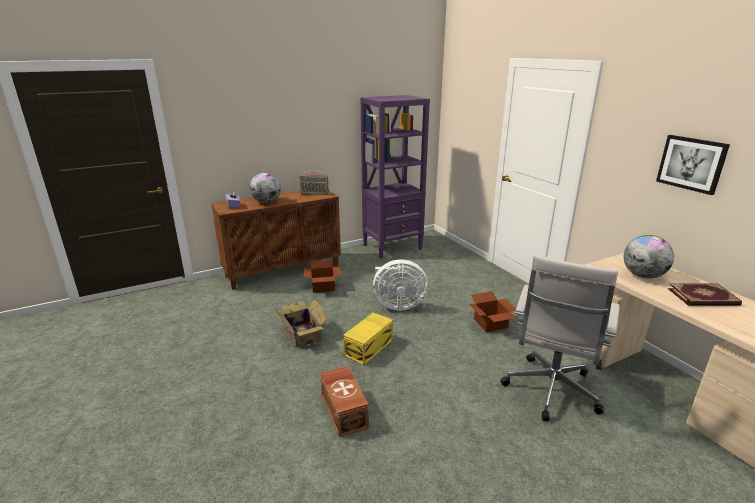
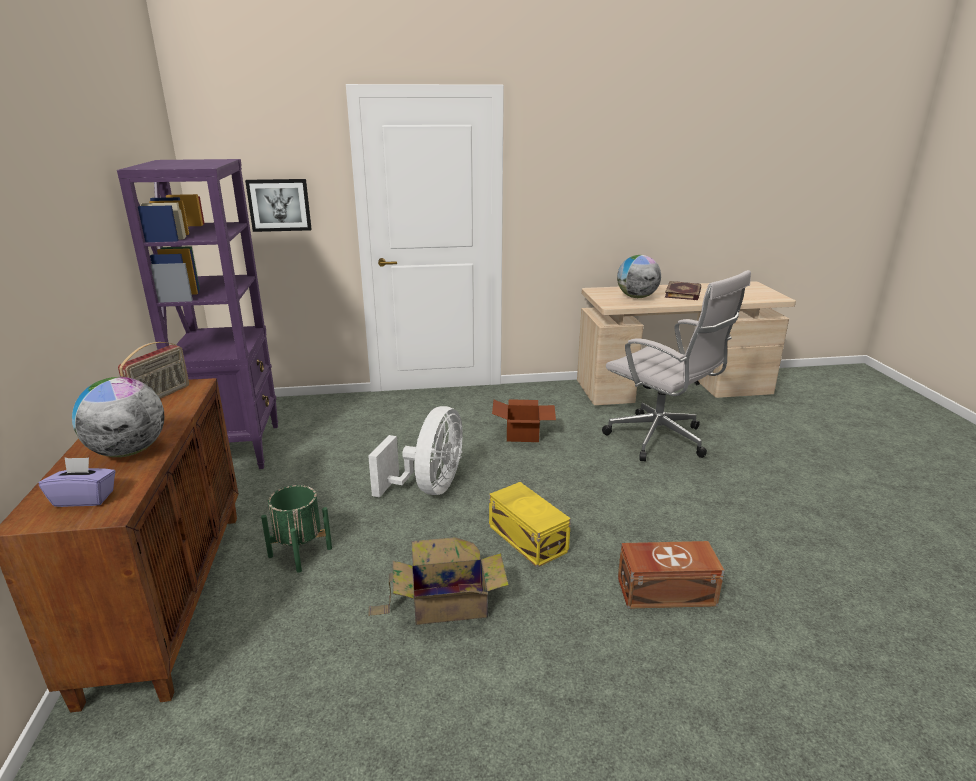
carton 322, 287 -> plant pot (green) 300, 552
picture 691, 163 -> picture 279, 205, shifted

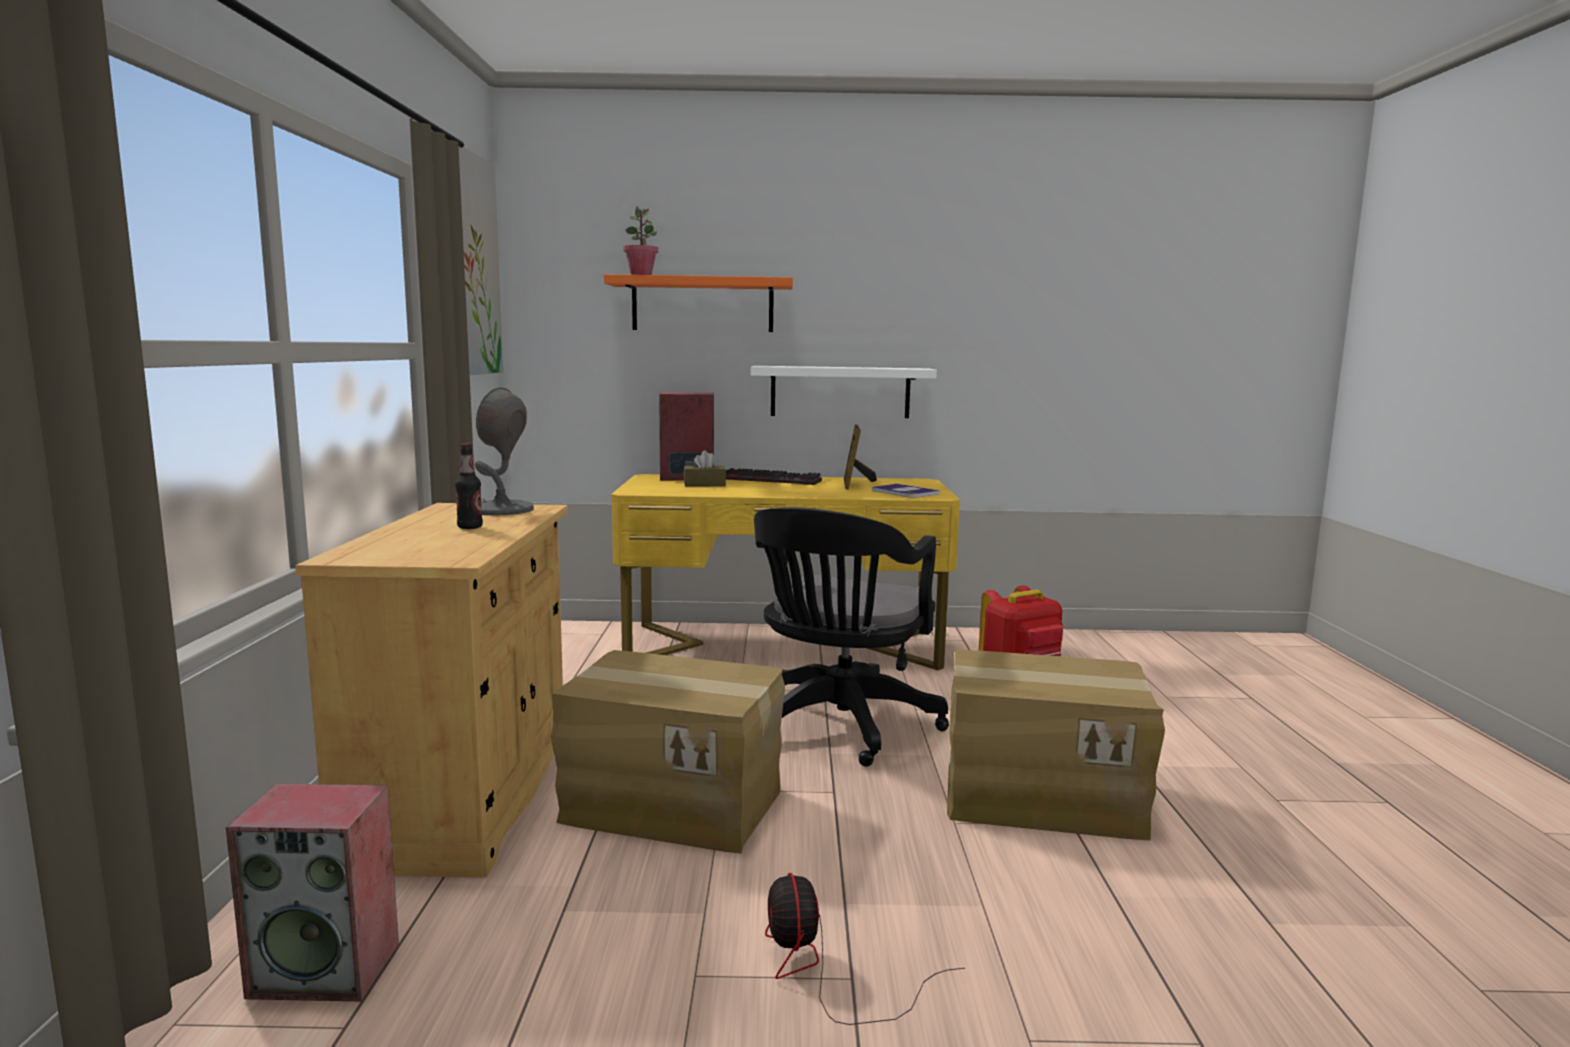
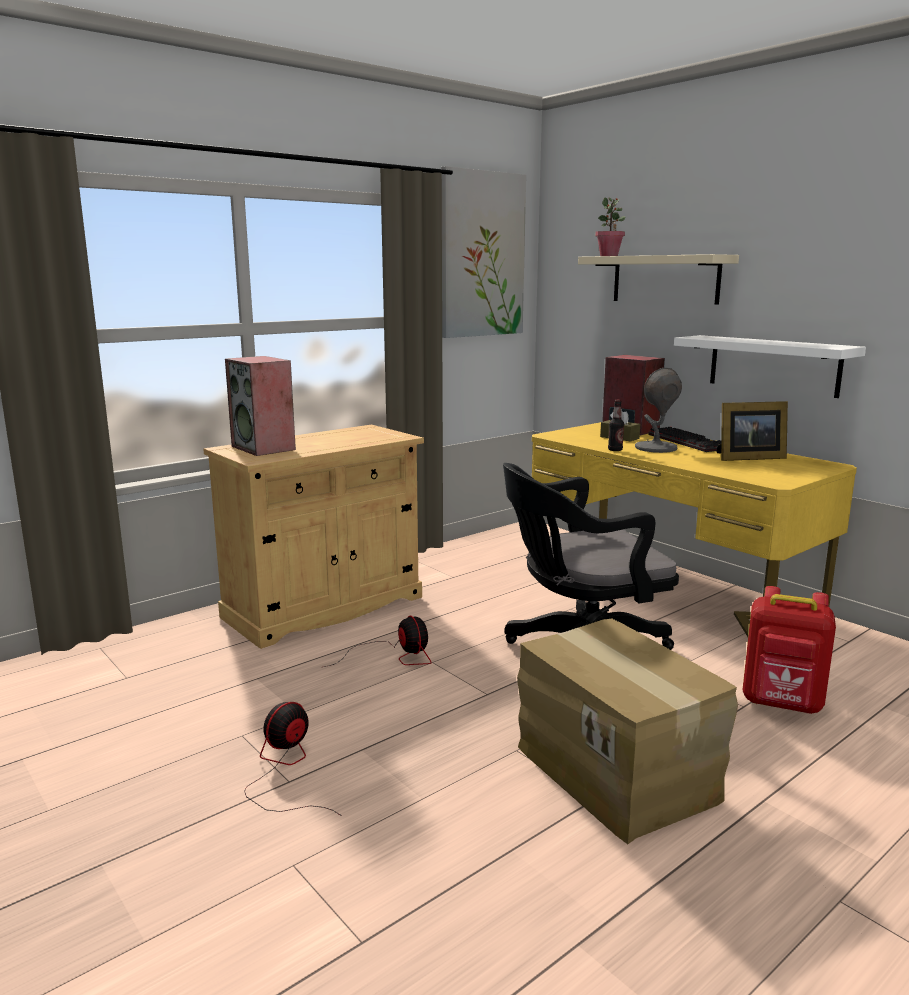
speaker 328, 969 -> speaker 264, 448, shifted
beverage bottle 470, 527 -> beverage bottle 615, 450, shifted
table lamp (gray) 501, 510 -> table lamp (gray) 655, 448, shifted
carton 674, 803 -> fan 394, 656
wall shelf (orange) 702, 305 -> wall shelf (beige-coloured) 665, 279
picture frame 855, 484 -> picture frame 747, 457, 150 degrees counterclockwise
bound book 904, 492 -> none

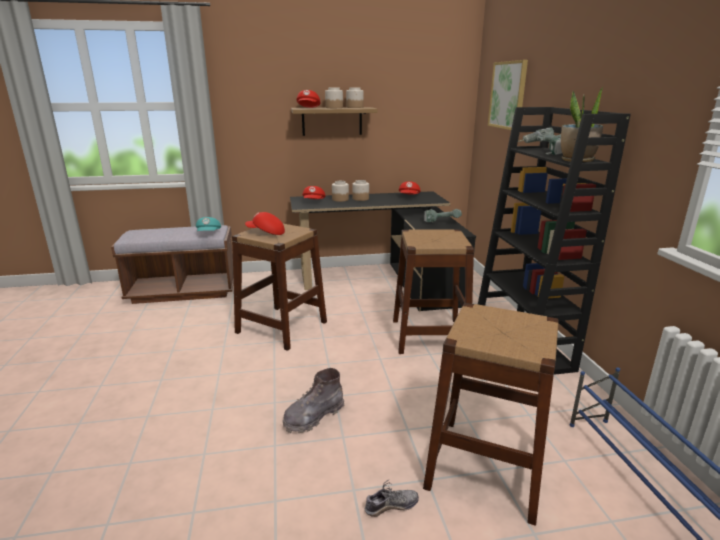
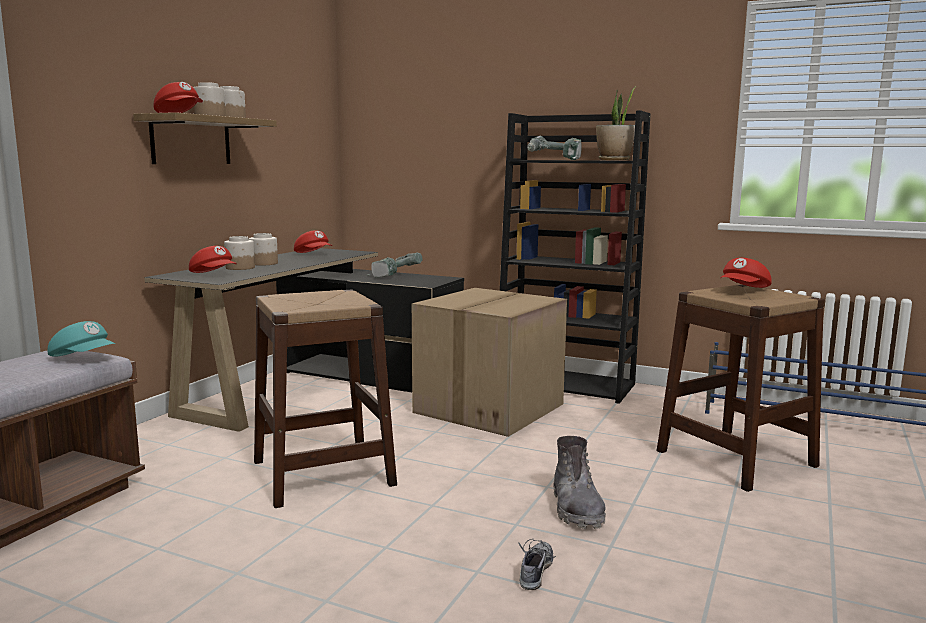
baseball cap (reddish) 266, 233 -> baseball cap (reddish) 744, 290, shifted
shoe 391, 506 -> shoe 535, 571, shifted
stool (brown-coloured) 429, 336 -> carton 489, 409
picture 508, 95 -> none

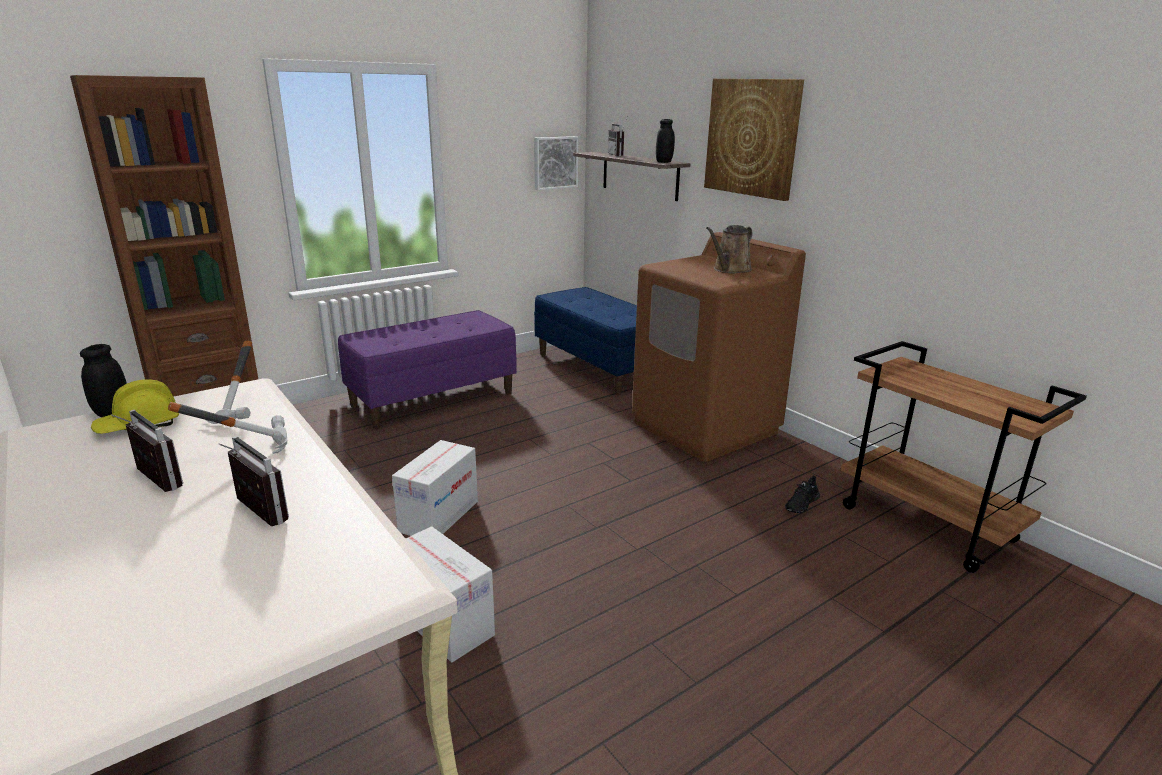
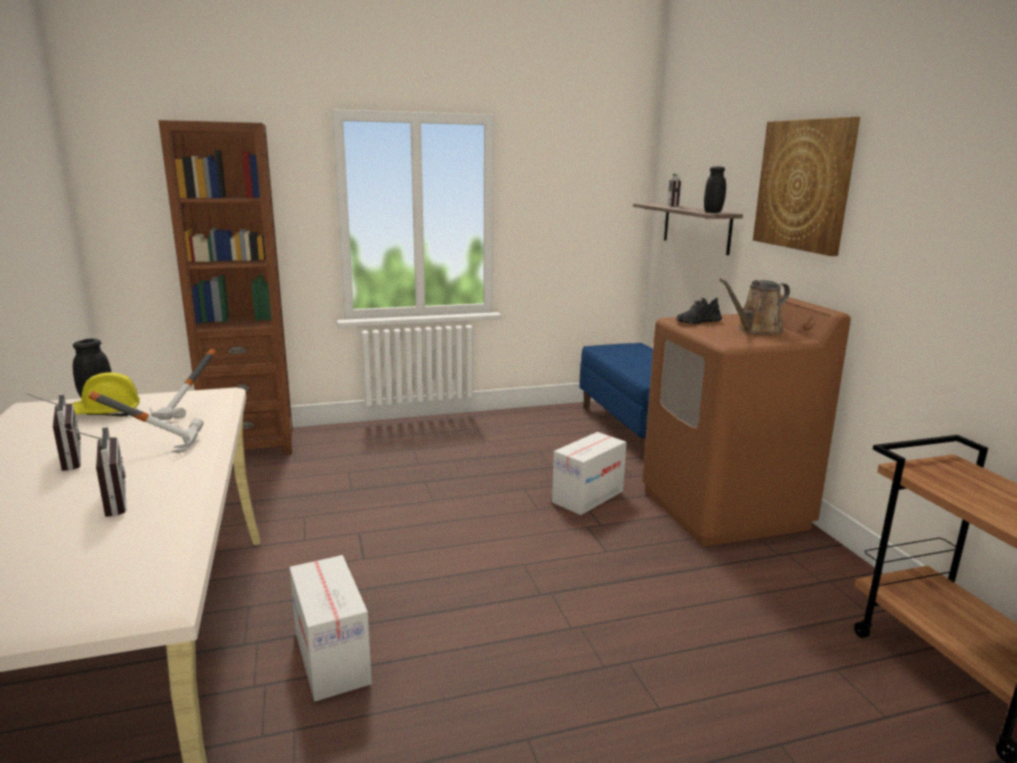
long seat (purplish) 433, 399 -> none
carton 439, 516 -> carton 588, 497, shifted
picture 554, 162 -> none
shoe (black) 801, 503 -> shoe (black) 698, 321, shifted

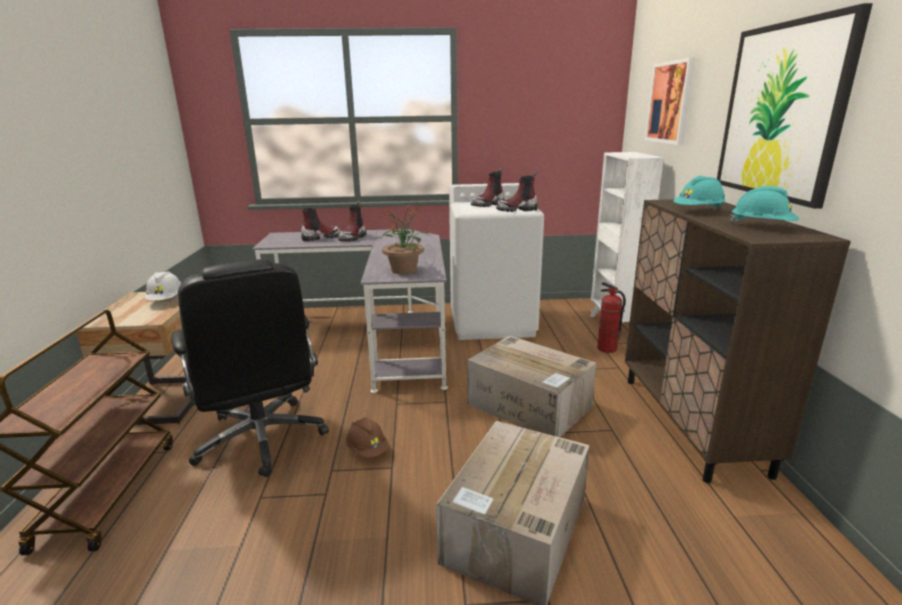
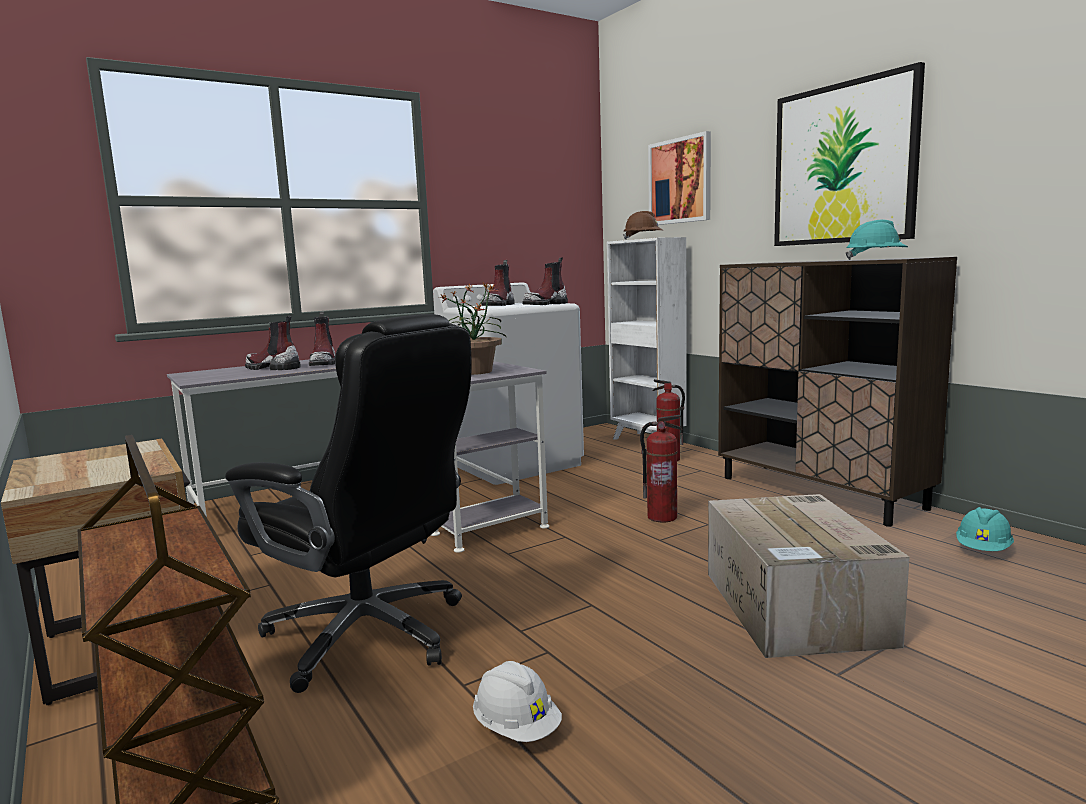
work helmet (white) 166, 300 -> work helmet (white) 516, 728, shifted
high-top boot 321, 238 -> high-top boot 272, 368, 105 degrees counterclockwise
work helmet (brown-coloured) 367, 450 -> work helmet (brown-coloured) 643, 239, shifted
carton 530, 406 -> fire extinguisher 662, 517
work helmet (turquoise) 698, 211 -> work helmet (turquoise) 983, 550, shifted

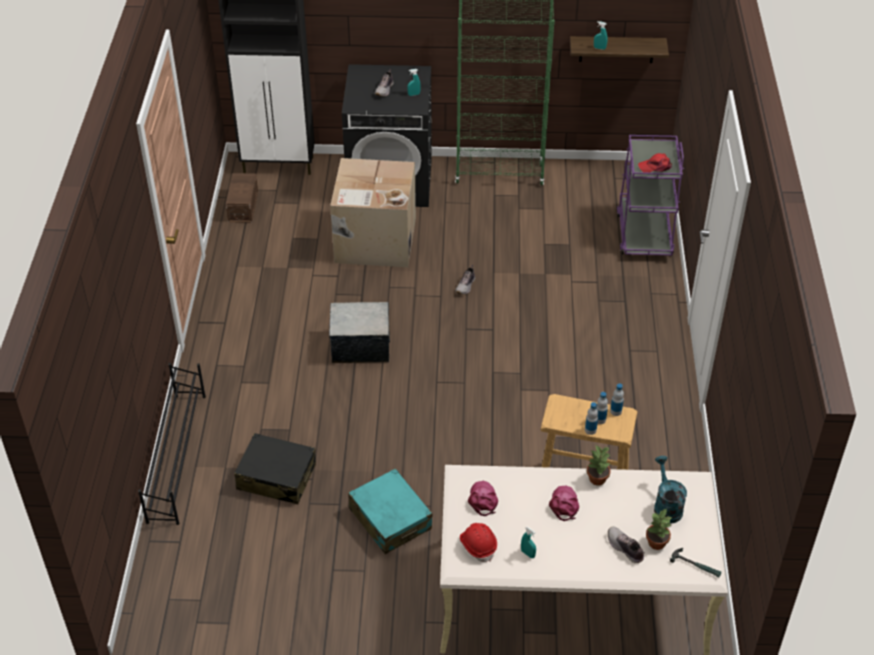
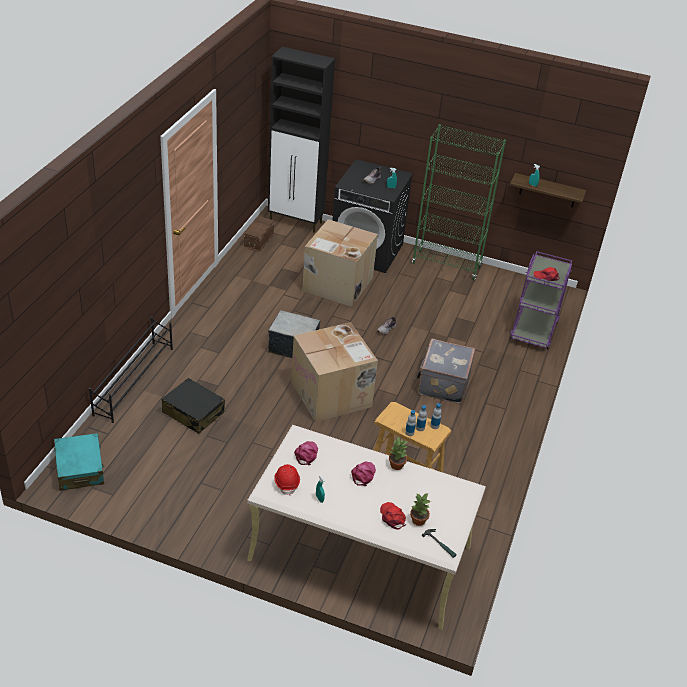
travel case (turquoise) 390, 519 -> travel case (turquoise) 80, 468, shifted
shoe 625, 548 -> baseball cap (reddish) 392, 517
sprinkling can (turquoise) 666, 505 -> none
none -> carton 332, 394
none -> travel case (gray) 442, 384

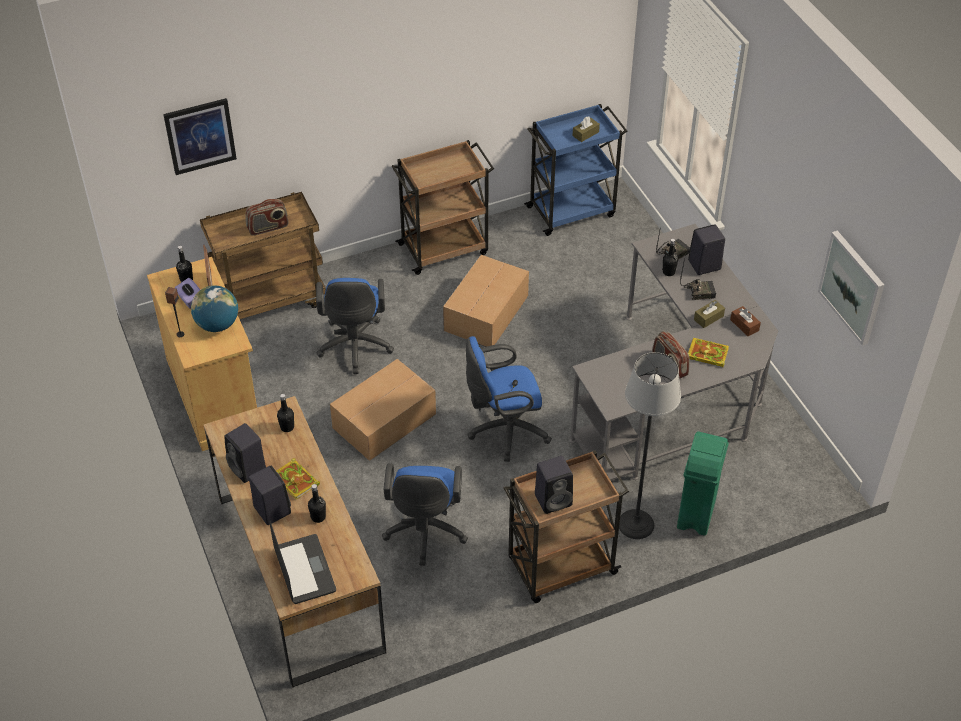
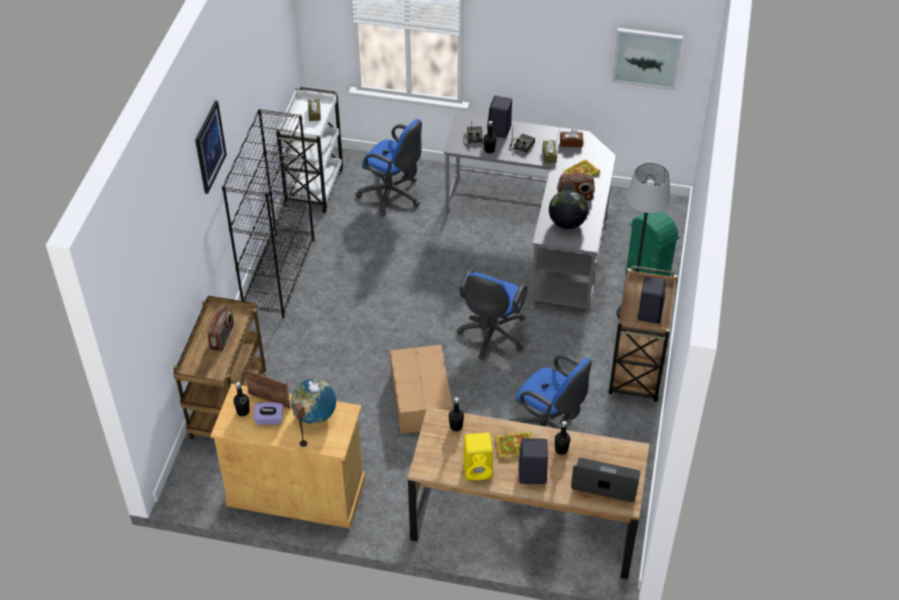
picture 200, 136 -> picture 209, 147, shifted
speaker (black) 248, 469 -> speaker (yellow) 479, 469
computer chair (blue-coloured) 355, 348 -> computer chair (blue-coloured) 393, 196, shifted
trolley (brown-coloured) 444, 248 -> shelving unit (black) 279, 274
carton 487, 312 -> none
trolley (blue-coloured) 572, 211 -> trolley (white) 314, 186
none -> globe 567, 223

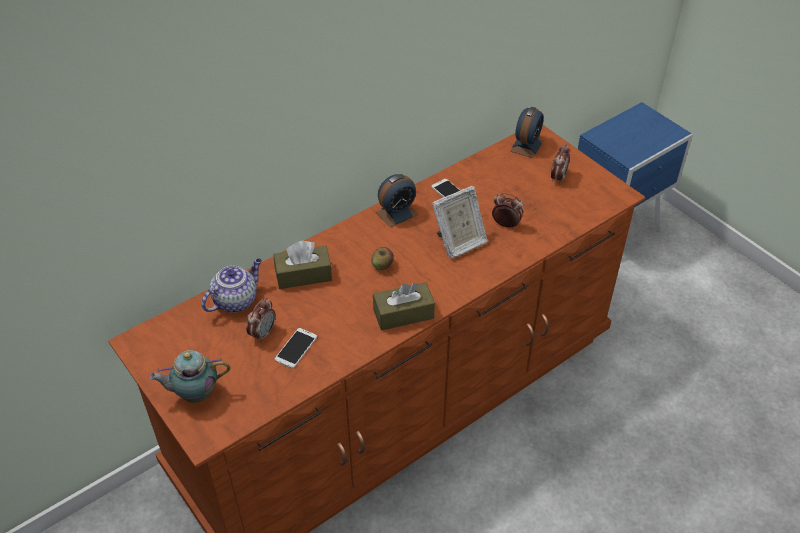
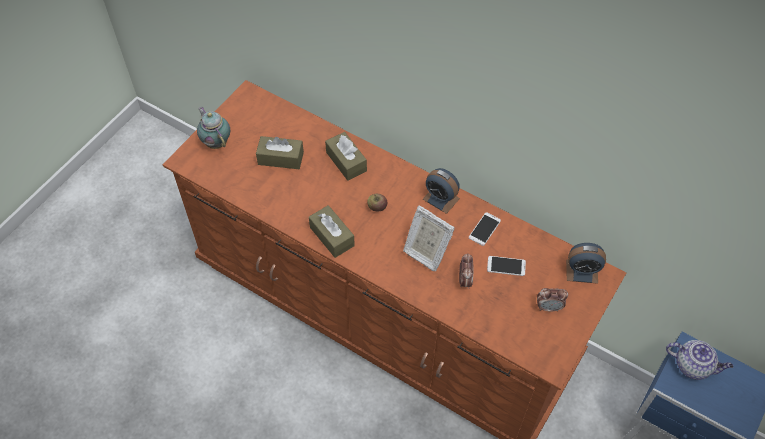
tea pot 236, 300 -> tea pot 693, 366, shifted
bedside clock 263, 333 -> box of tissues (brown-coloured) 280, 158
phone 296, 348 -> phone 506, 266, shifted

